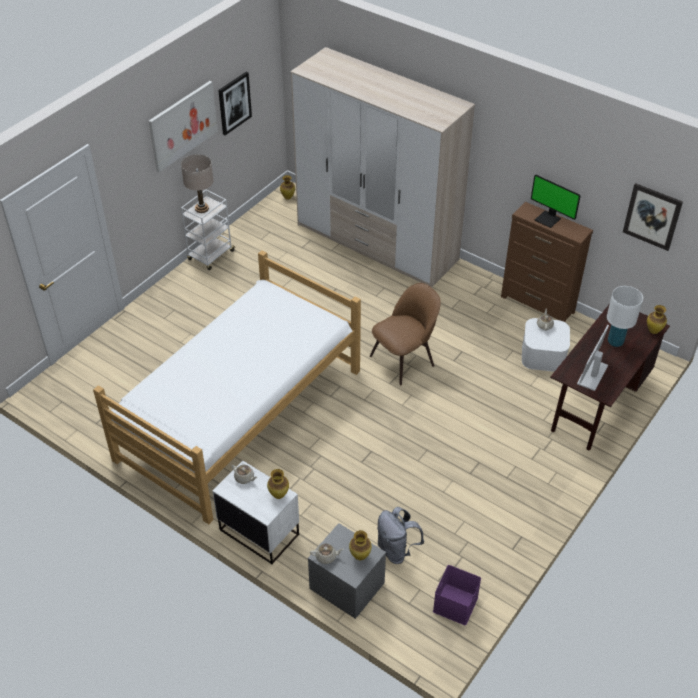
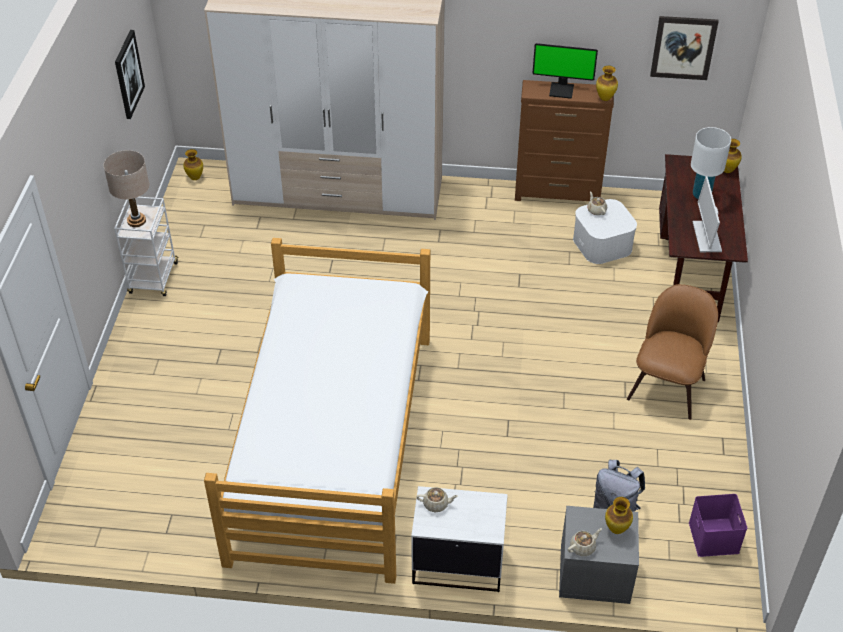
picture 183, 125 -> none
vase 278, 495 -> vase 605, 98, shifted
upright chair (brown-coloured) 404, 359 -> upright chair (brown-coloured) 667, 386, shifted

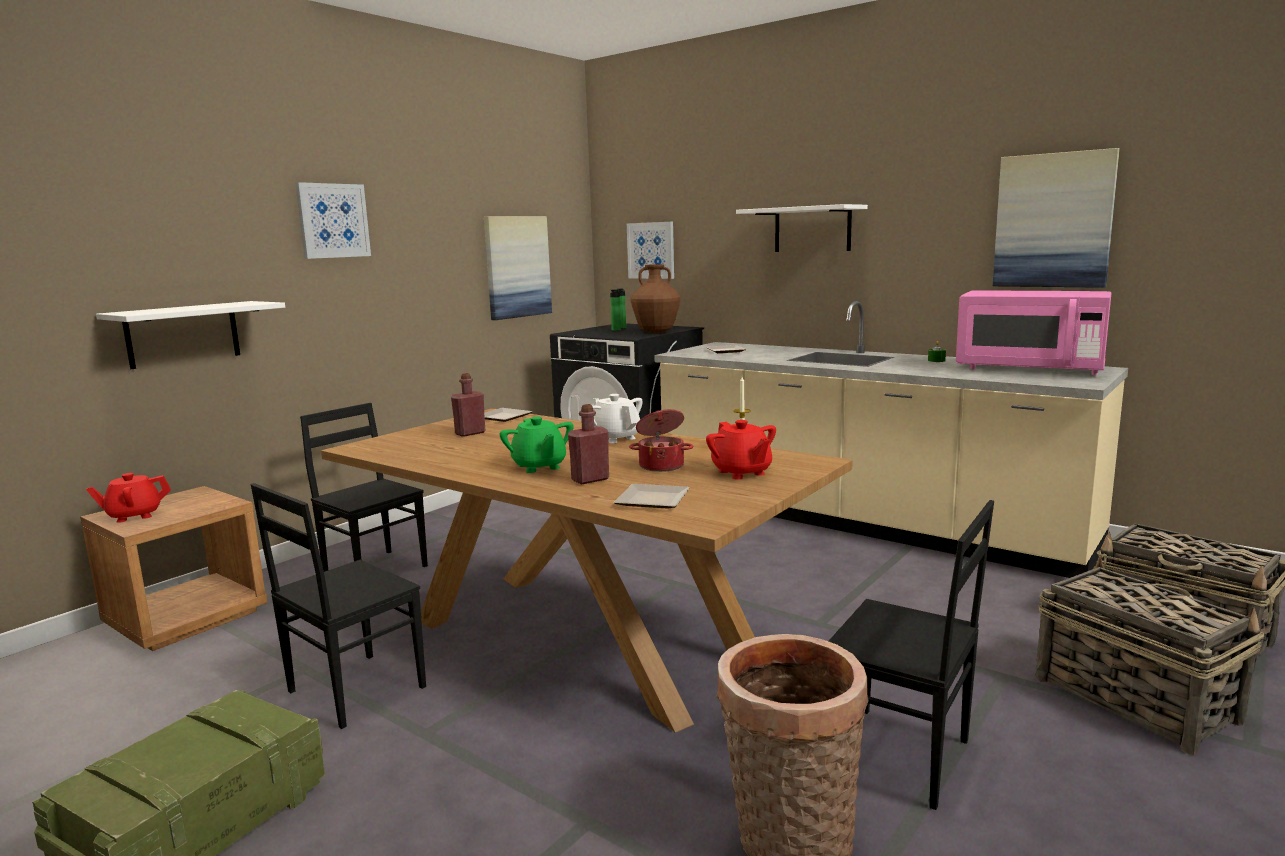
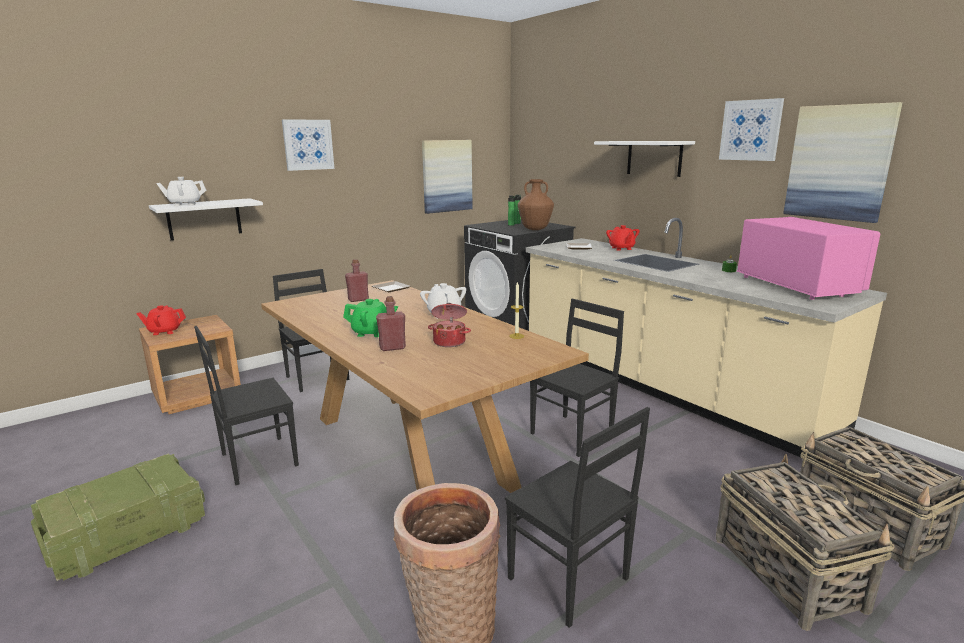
tea pot (green) 539, 467 -> tea pot (green) 372, 333, 75 degrees counterclockwise
flat dish 655, 500 -> none
picture 651, 250 -> picture 750, 130, shifted
tea pot (reddish) 741, 472 -> tea pot (reddish) 621, 248, shifted
microwave (pink) 1029, 369 -> microwave (pink) 796, 286, 150 degrees counterclockwise
none -> tea pot (white) 184, 204
none -> upright chair (black) 573, 435

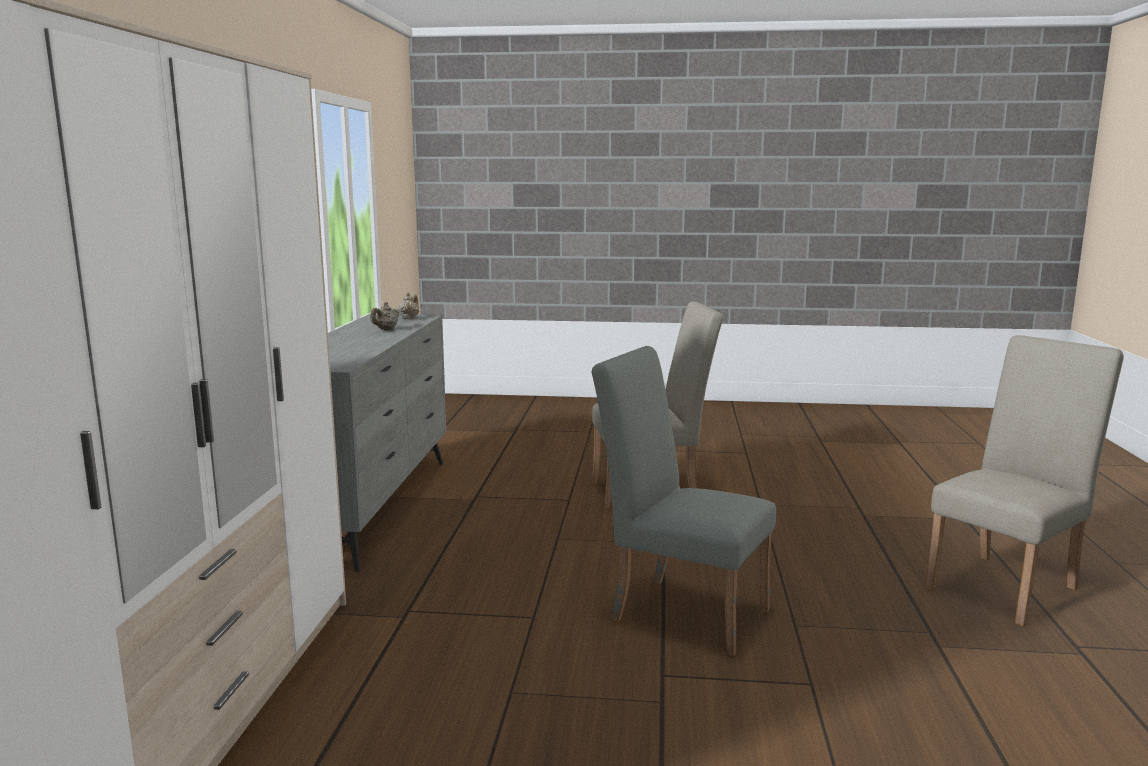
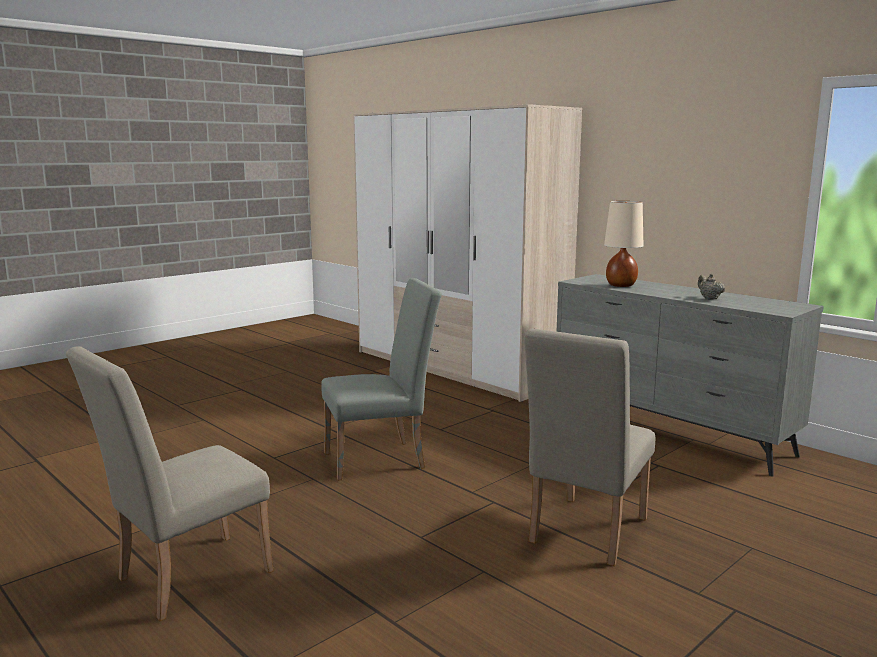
tea pot (beige-coloured) 409, 318 -> none
upright chair (beige-coloured) 1008, 585 -> upright chair (beige-coloured) 184, 579, 45 degrees clockwise
none -> table lamp (beige-coloured) 620, 285

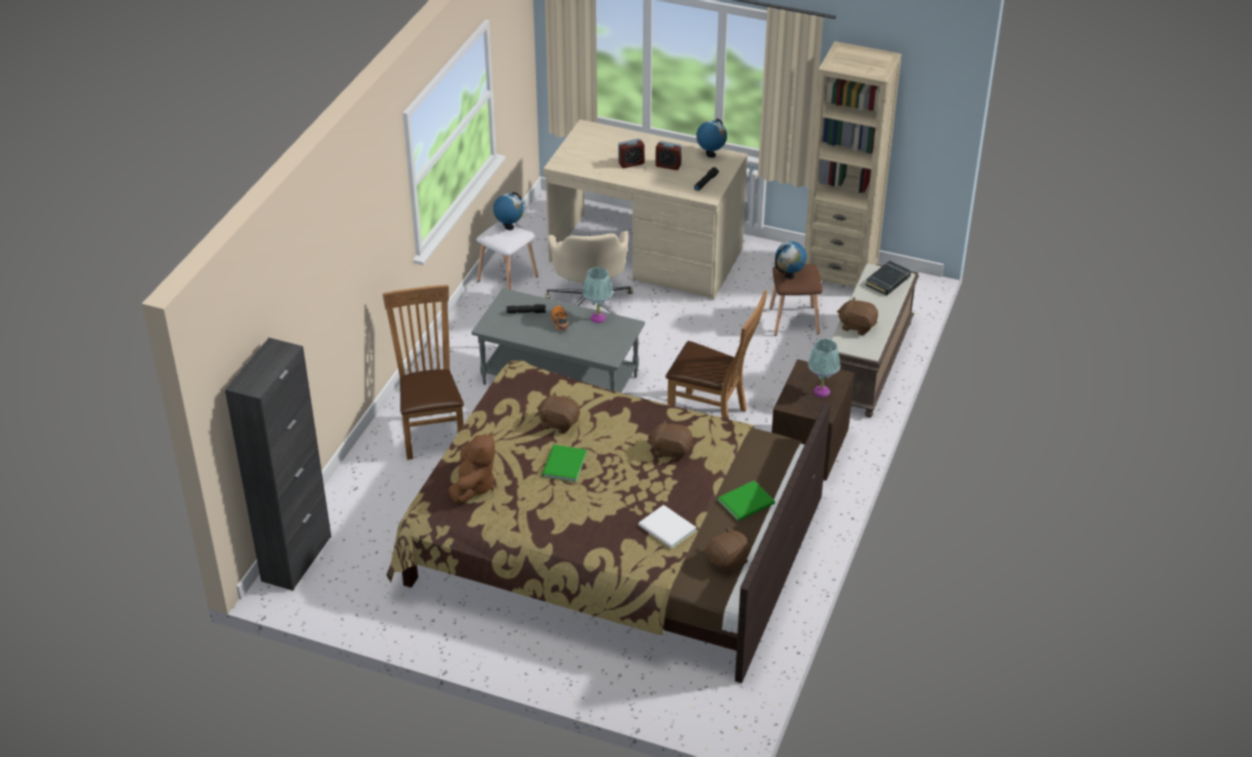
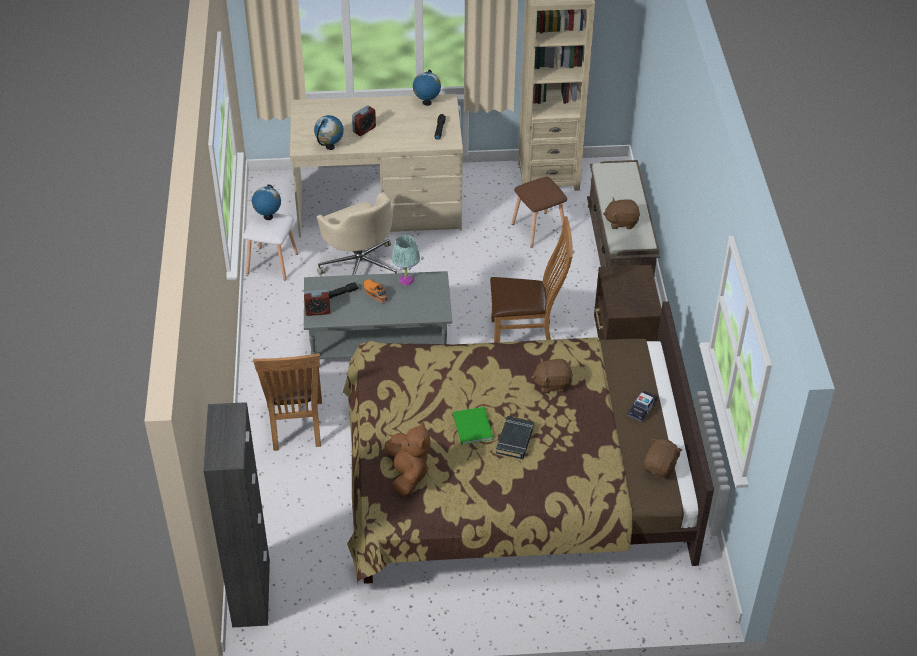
upright chair (brown-coloured) 431, 430 -> upright chair (brown-coloured) 295, 428, 150 degrees counterclockwise
cuddly toy (brown-coloured) 559, 423 -> none
bound book (white) 667, 529 -> none
bedside clock 668, 165 -> bedside clock 318, 311, shifted
bound book (green) 748, 502 -> toy car 642, 408
globe 789, 276 -> globe 330, 147, shifted
table lamp (turquoise) 821, 391 -> none
bound book (black) 888, 281 -> bound book (black) 515, 440, shifted

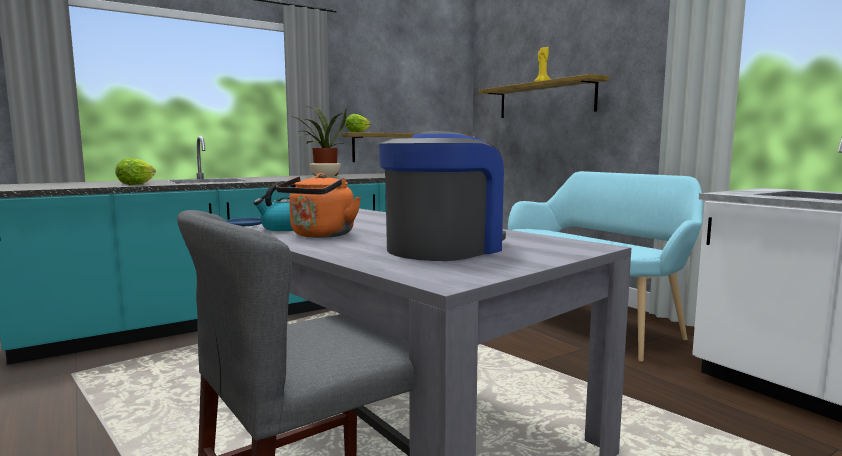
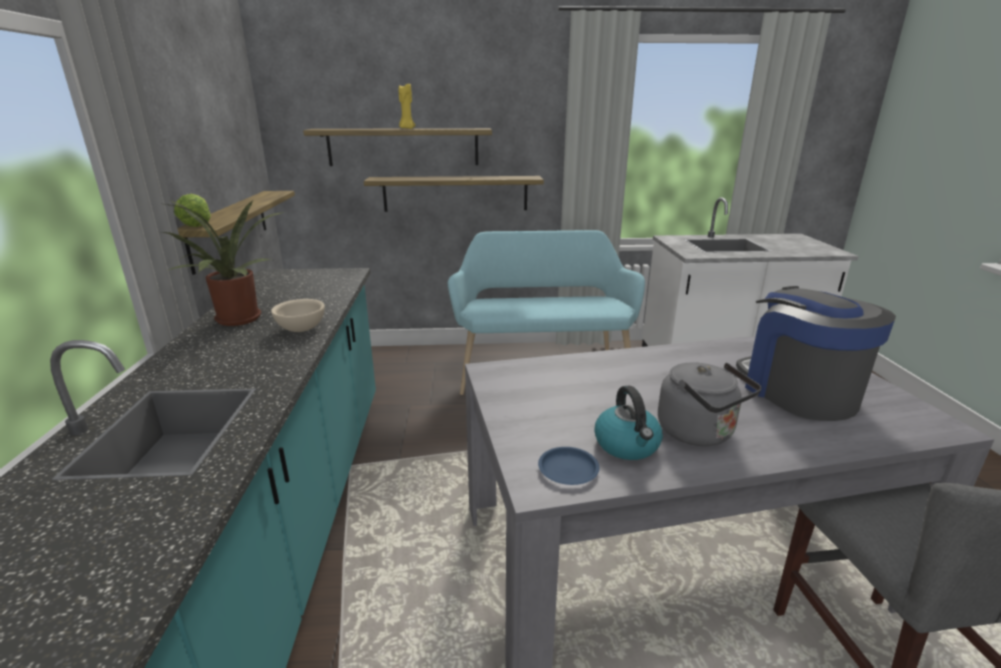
head of lettuce 136, 184 -> none
kettle (orange) 320, 235 -> kettle (gray) 699, 433
none -> wall shelf 455, 193

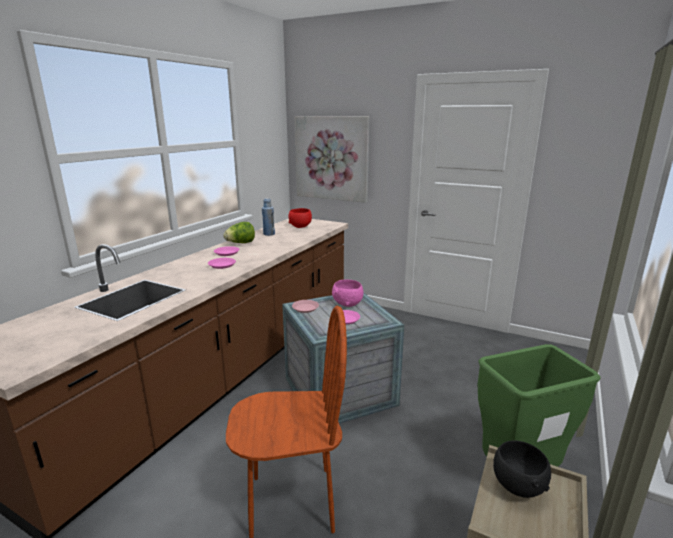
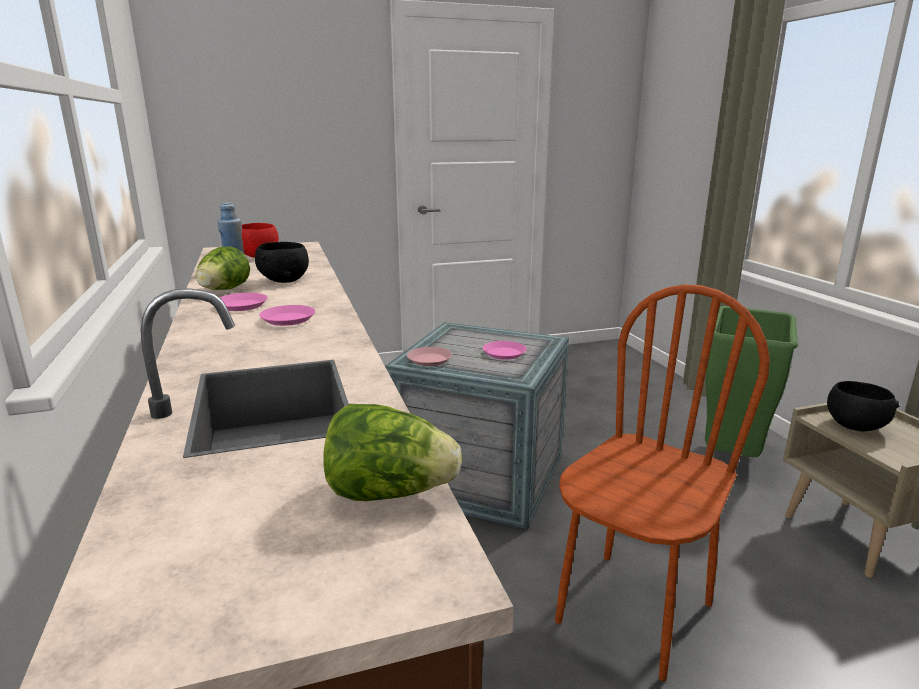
picture 331, 158 -> none
deep dish (pink) 348, 304 -> none
none -> deep dish (black) 285, 280
none -> head of lettuce 389, 493

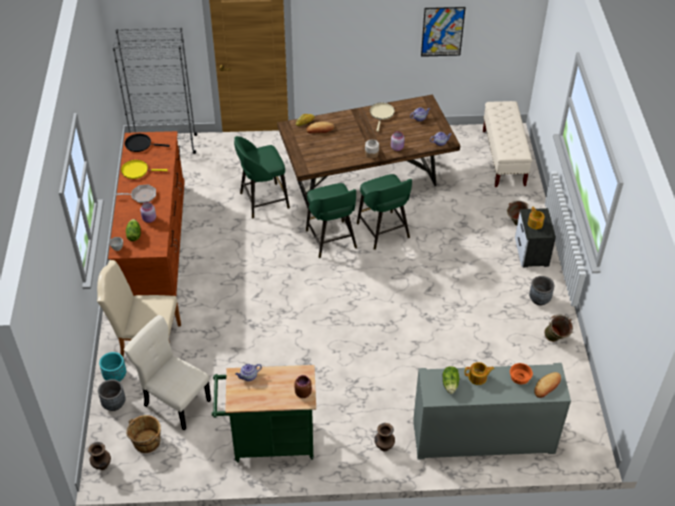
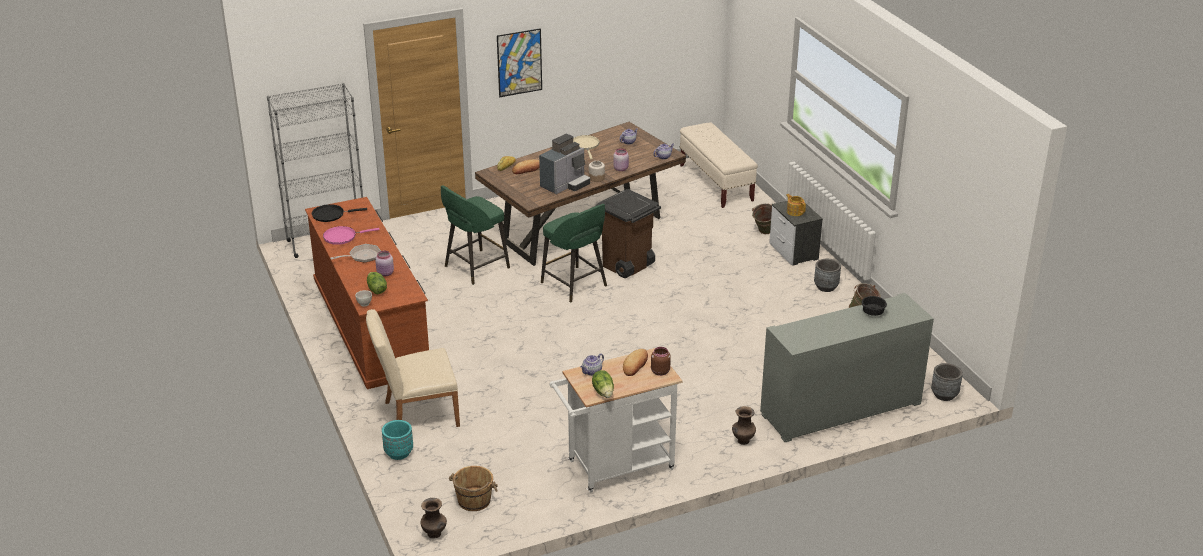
plant pot (gray) 114, 404 -> plant pot (gray) 944, 395, shifted
skillet (yellow) 137, 171 -> skillet (pink) 342, 237
upright chair (beige-coloured) 175, 401 -> none
trolley (green) 268, 442 -> trolley (white) 614, 467
stool (green) 383, 231 -> rubbish bin (brown-coloured) 627, 266
picture 442, 31 -> picture 519, 62, shifted
head of lettuce 450, 384 -> head of lettuce 603, 392, shifted
tea pot 478, 377 -> none
deep dish (orange) 519, 378 -> deep dish (black) 872, 313
bread 547, 386 -> bread 635, 365, shifted
none -> coffee machine 565, 185

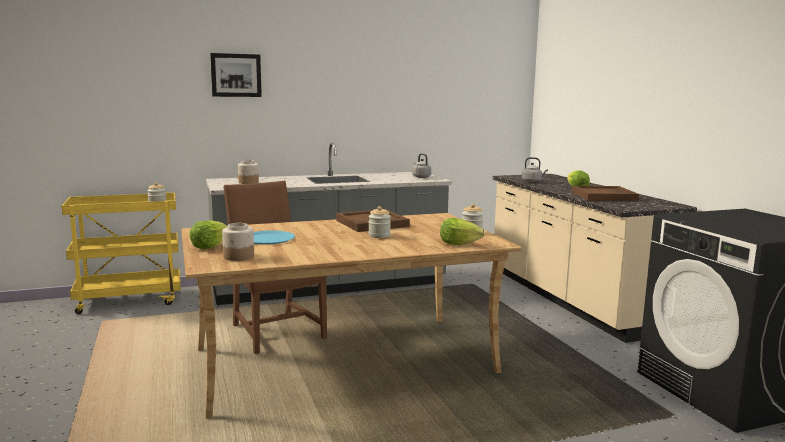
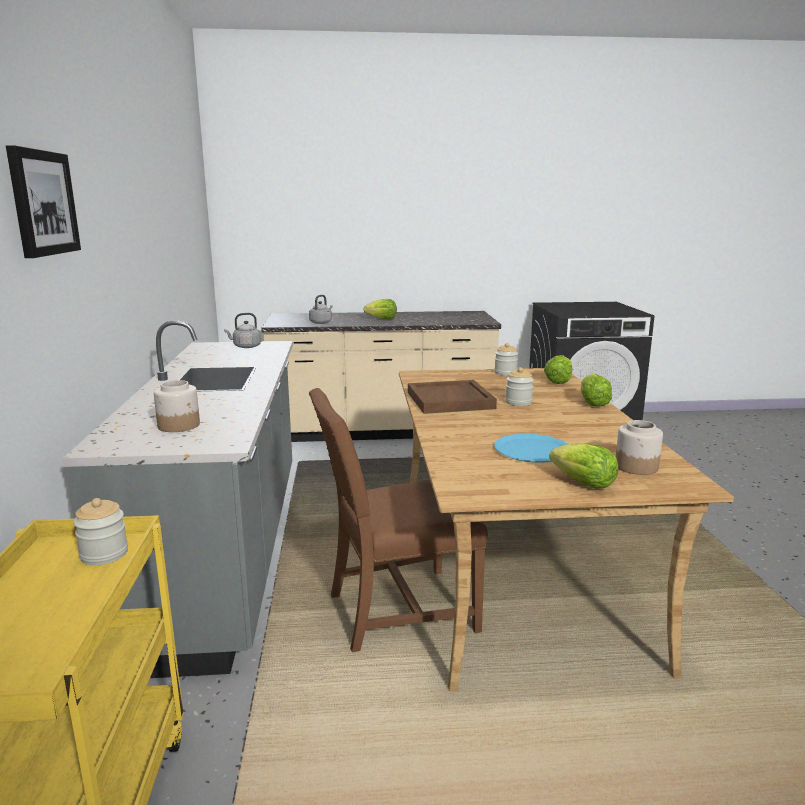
serving tray (brown-coloured) 604, 196 -> none
none -> head of lettuce 592, 403

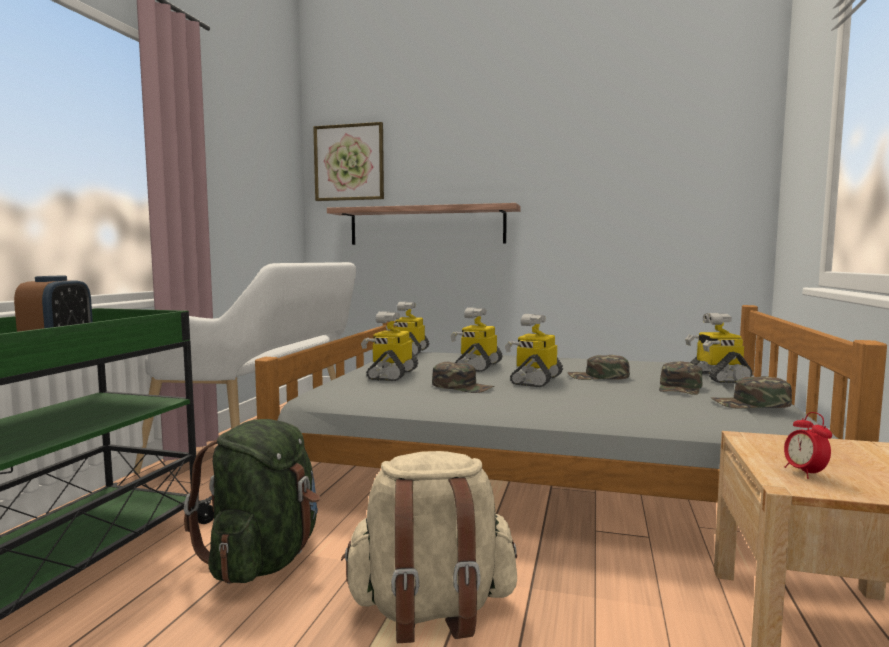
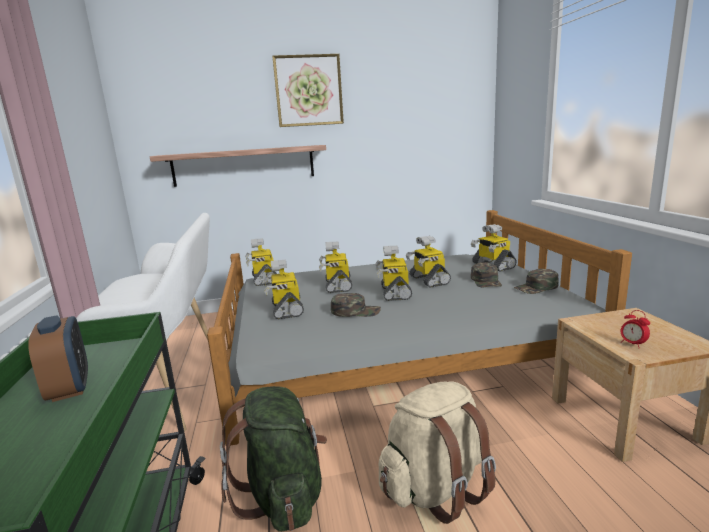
picture 349, 162 -> picture 308, 91, shifted
baseball cap (green) 598, 376 -> model robot 428, 280

